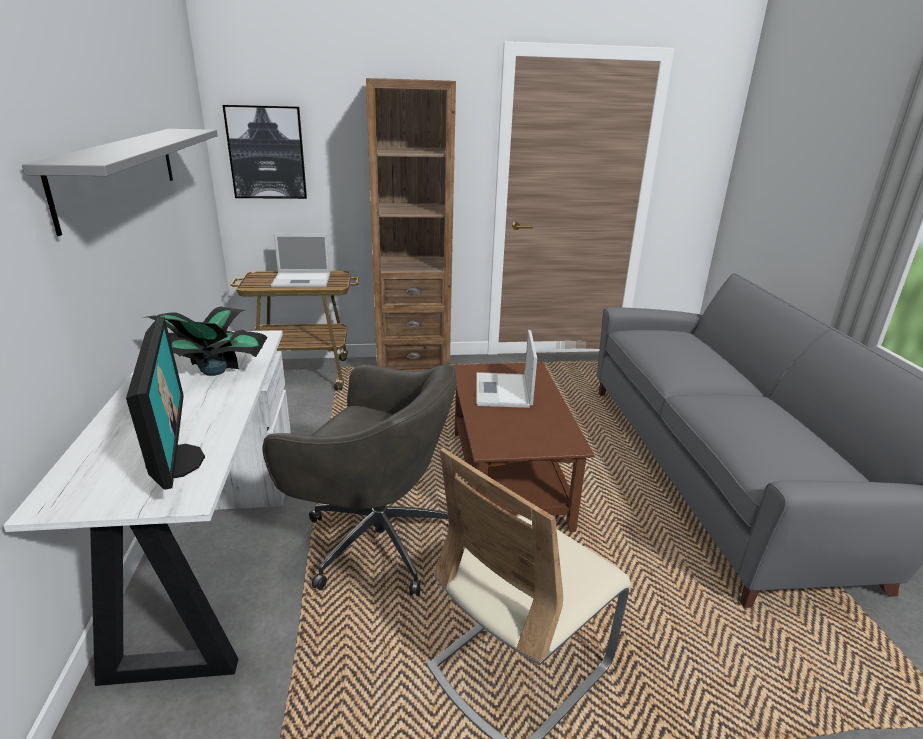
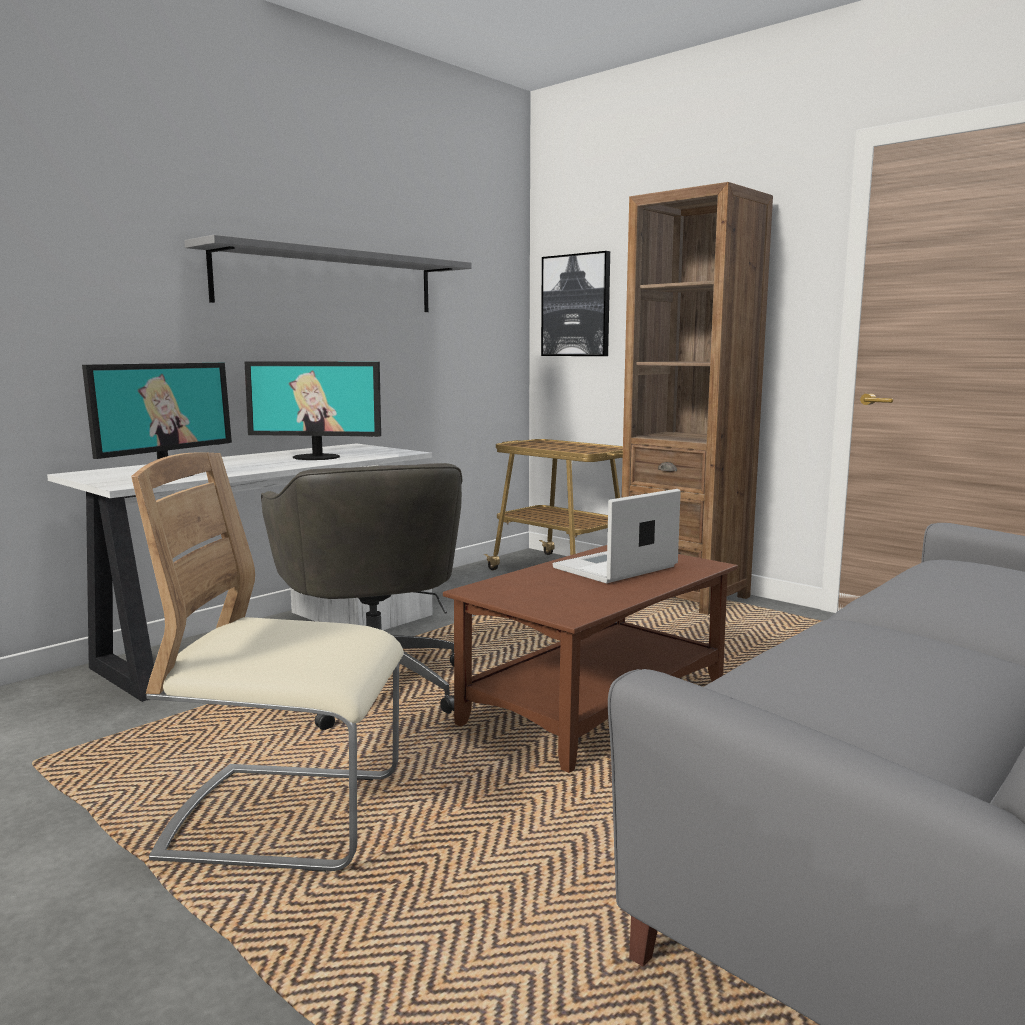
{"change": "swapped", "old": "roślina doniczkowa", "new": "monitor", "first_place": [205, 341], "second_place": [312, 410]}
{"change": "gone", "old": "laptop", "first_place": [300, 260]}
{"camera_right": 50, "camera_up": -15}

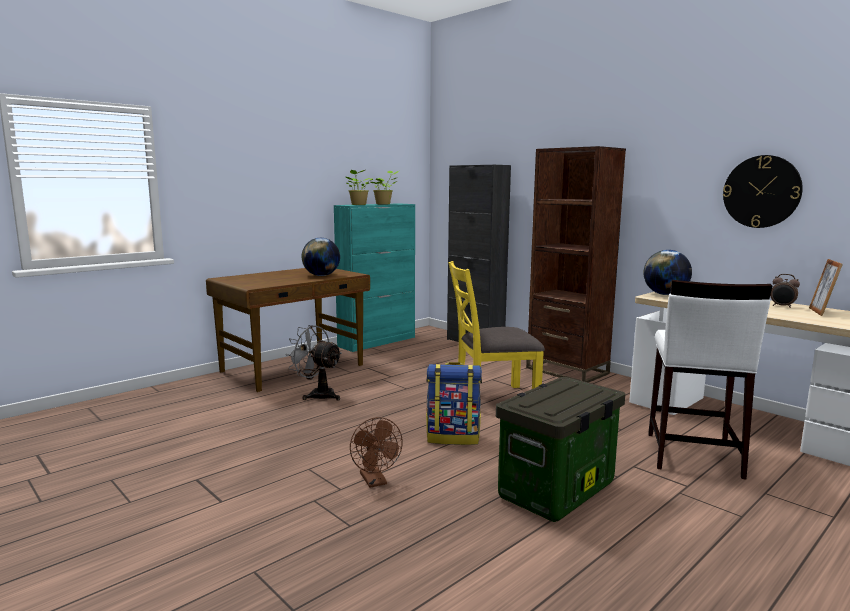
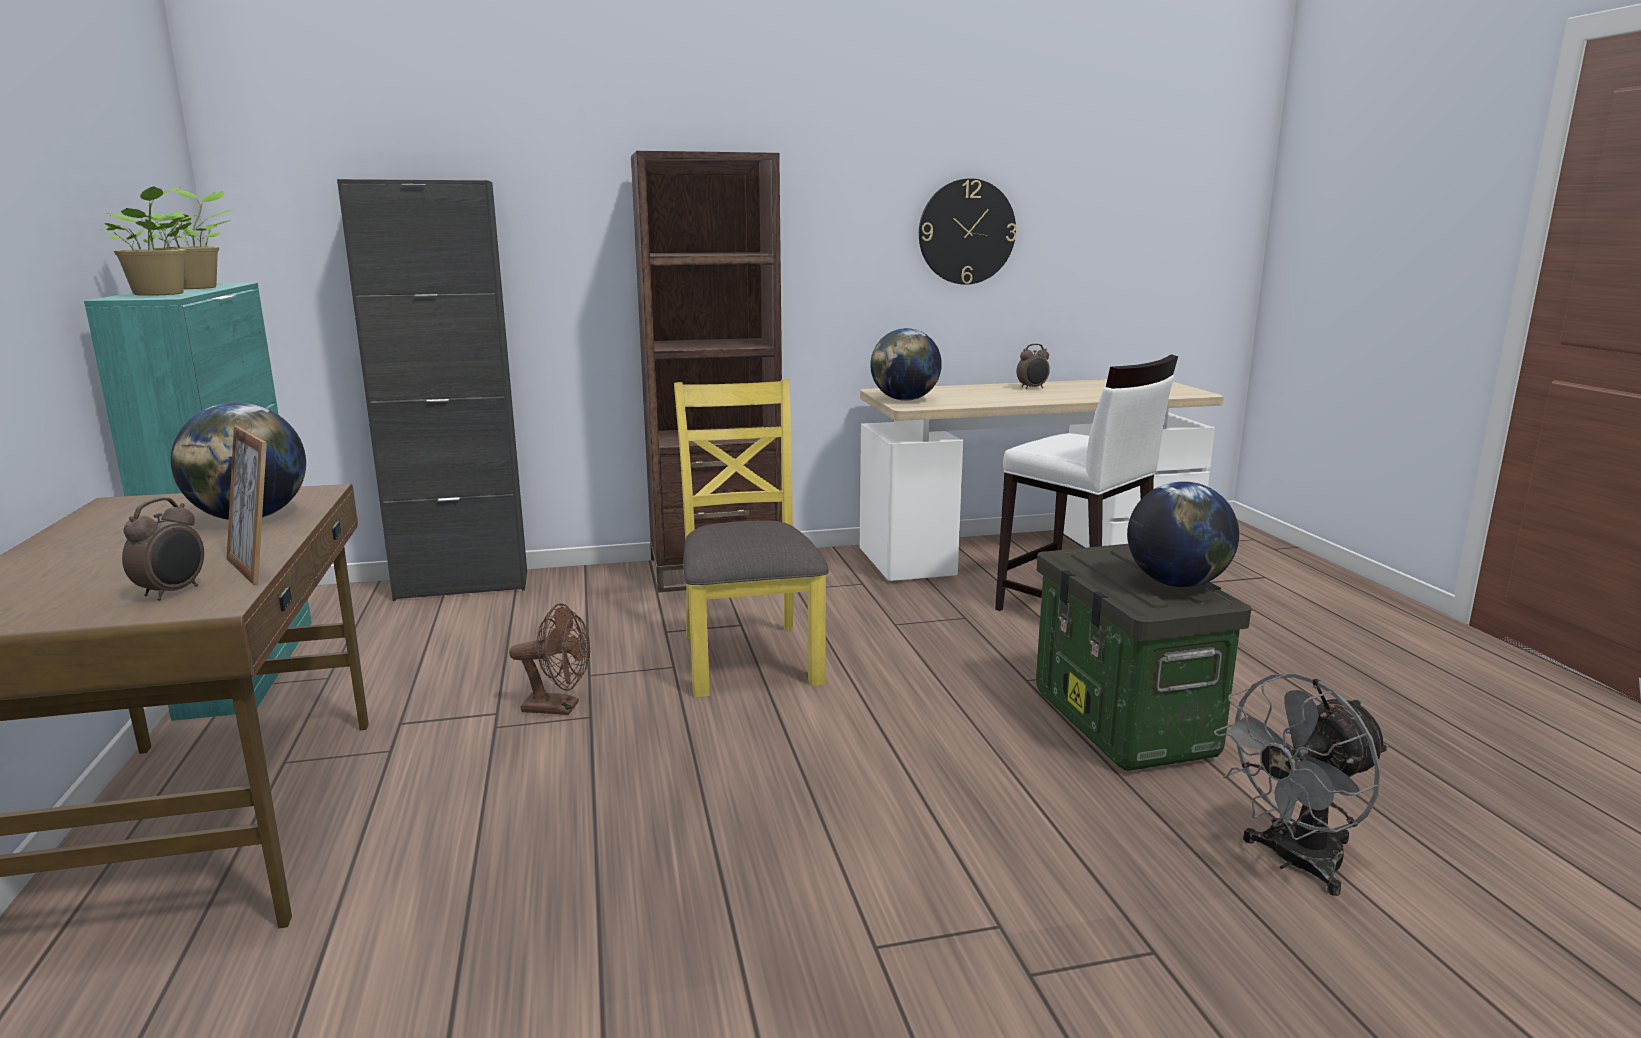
{"change": "shifted", "old": "wentylator (szary)", "first_place": [313, 363], "second_place": [1301, 784]}
{"change": "shifted", "old": "wentylator (brązowy)", "first_place": [376, 452], "second_place": [549, 659]}
{"change": "gone", "old": "plecak", "first_place": [454, 403]}
{"change": "rotated", "old": "krzesło (żółty)", "first_place": [496, 325], "second_place": [751, 538], "degrees": 150}
{"change": "shifted", "old": "ramka na zdjęcie", "first_place": [826, 287], "second_place": [247, 505]}
{"change": "new", "new": "budzik", "second_place": [163, 549]}
{"change": "new", "new": "globus", "second_place": [1183, 534]}
{"camera_right": -60, "camera_up": 5}

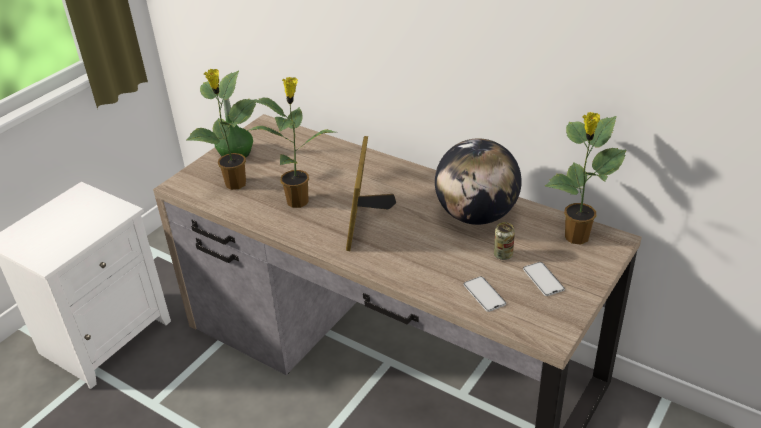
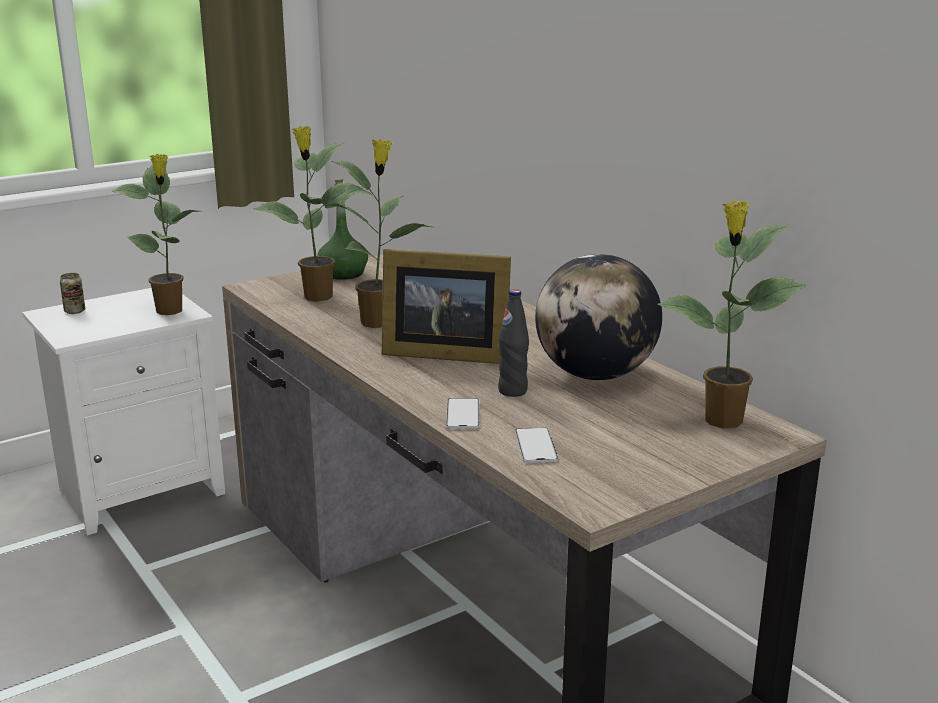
{"change": "rotated", "old": "ramka na zdjęcie", "first_place": [371, 193], "second_place": [446, 306], "degrees": -105}
{"change": "shifted", "old": "puszka", "first_place": [504, 241], "second_place": [72, 293]}
{"change": "shifted", "old": "telefon", "first_place": [544, 279], "second_place": [463, 413]}
{"change": "new", "new": "roślina doniczkowa", "second_place": [155, 234]}
{"change": "new", "new": "butelka (czarny)", "second_place": [513, 343]}
{"camera_right": 20, "camera_up": -15}

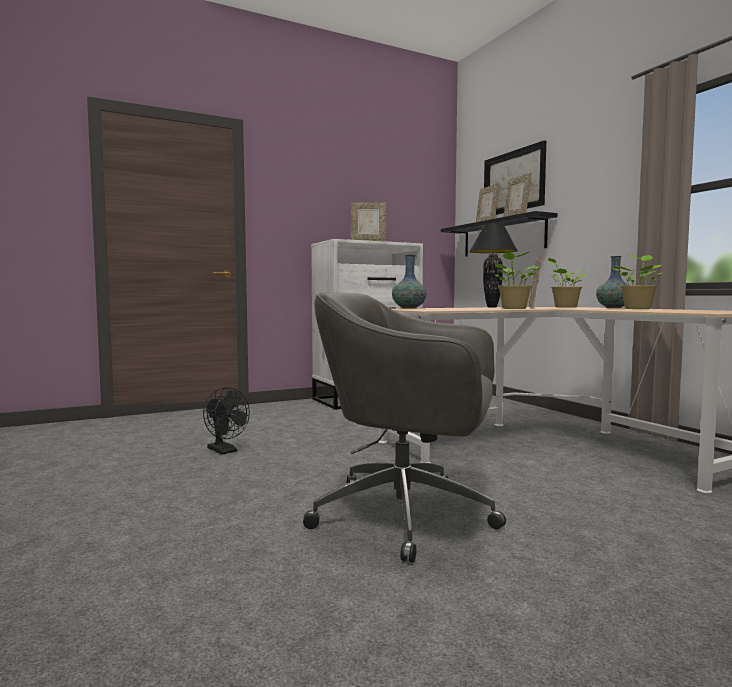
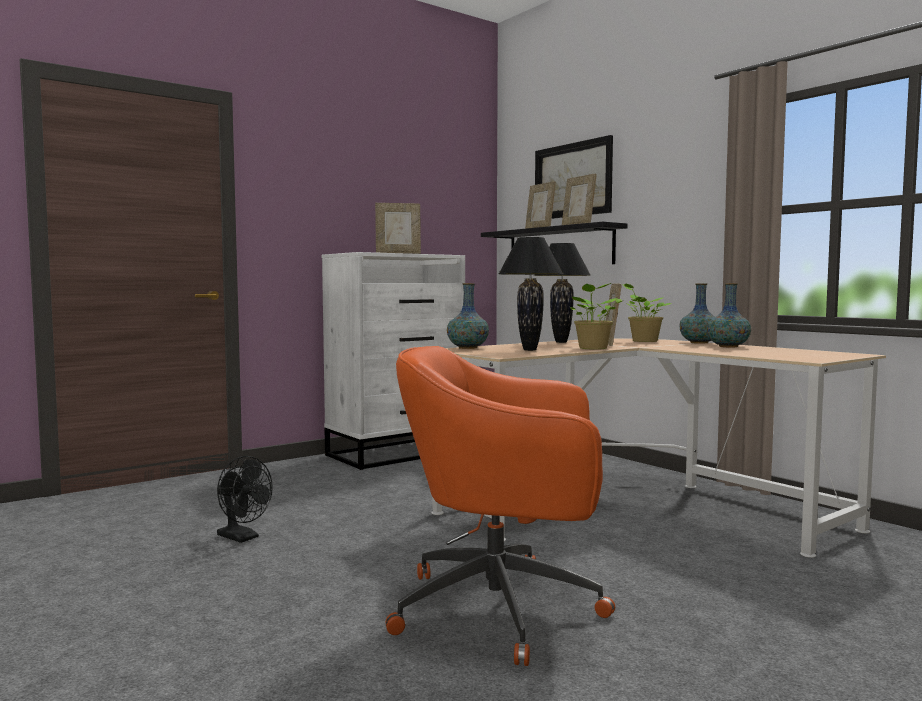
{"change": "repainted", "old": "krzesło biurowe (szary)", "new": "krzesło biurowe (pomarańczowy)", "first_place": [404, 427], "second_place": [500, 506]}
{"change": "swapped", "old": "roślina doniczkowa", "new": "wazon", "first_place": [637, 281], "second_place": [729, 315]}
{"change": "new", "new": "lampa stołowa (czarny)", "second_place": [530, 294]}
{"camera_right": -10, "camera_up": 0}

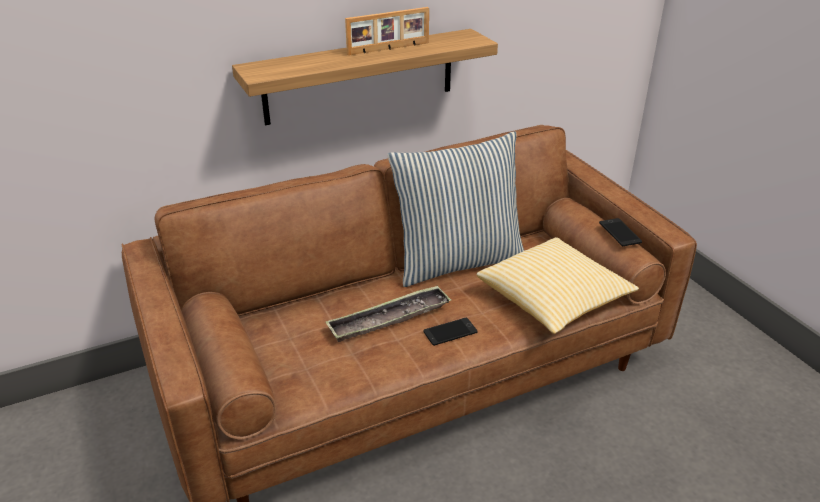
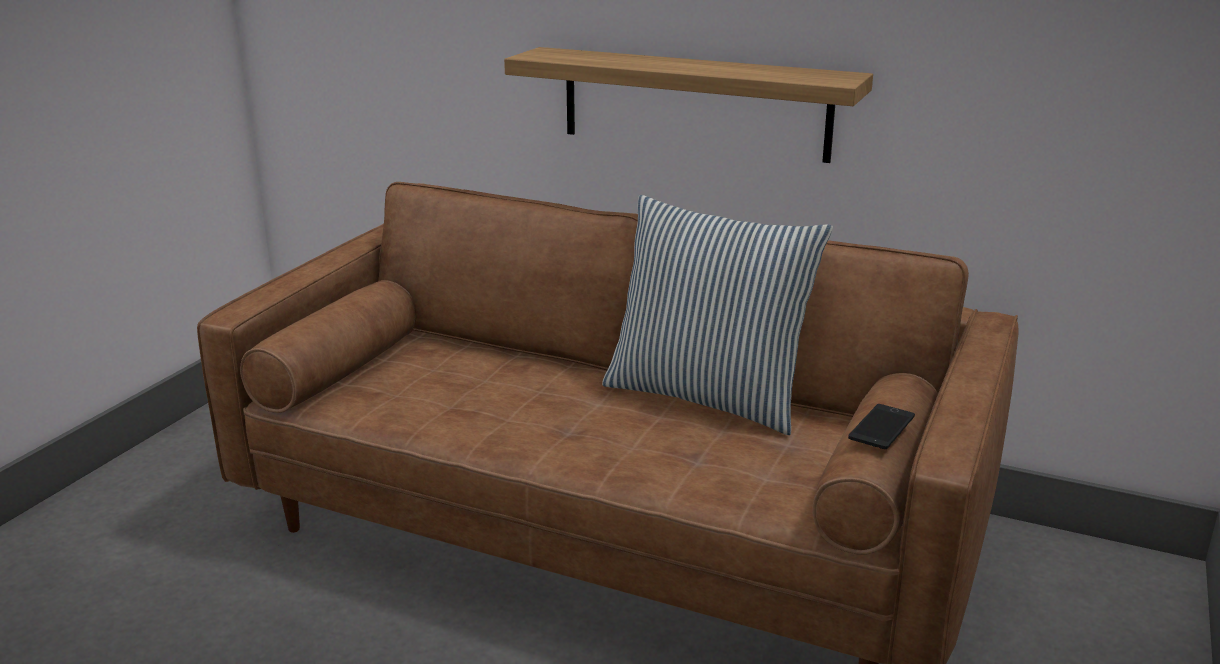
{"change": "gone", "old": "taca", "first_place": [389, 313]}
{"change": "gone", "old": "ramka na zdjęcie", "first_place": [387, 31]}
{"change": "gone", "old": "telefon", "first_place": [451, 331]}
{"change": "gone", "old": "poduszka", "first_place": [558, 285]}
{"camera_right": 50, "camera_up": -10}

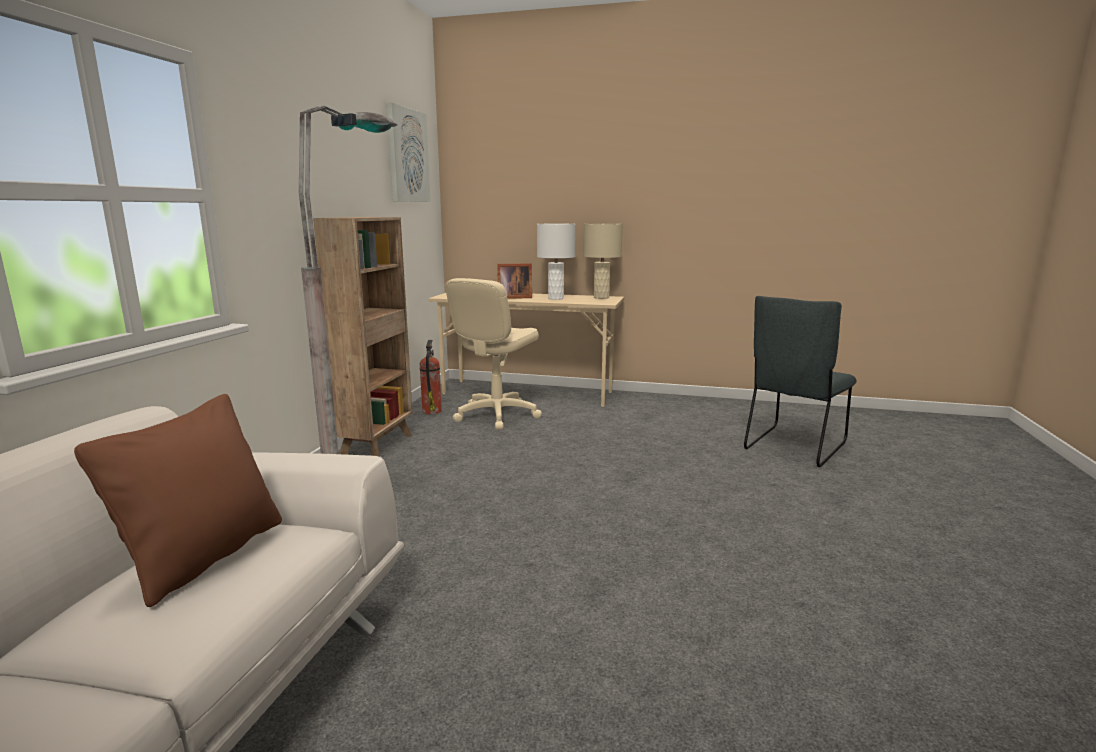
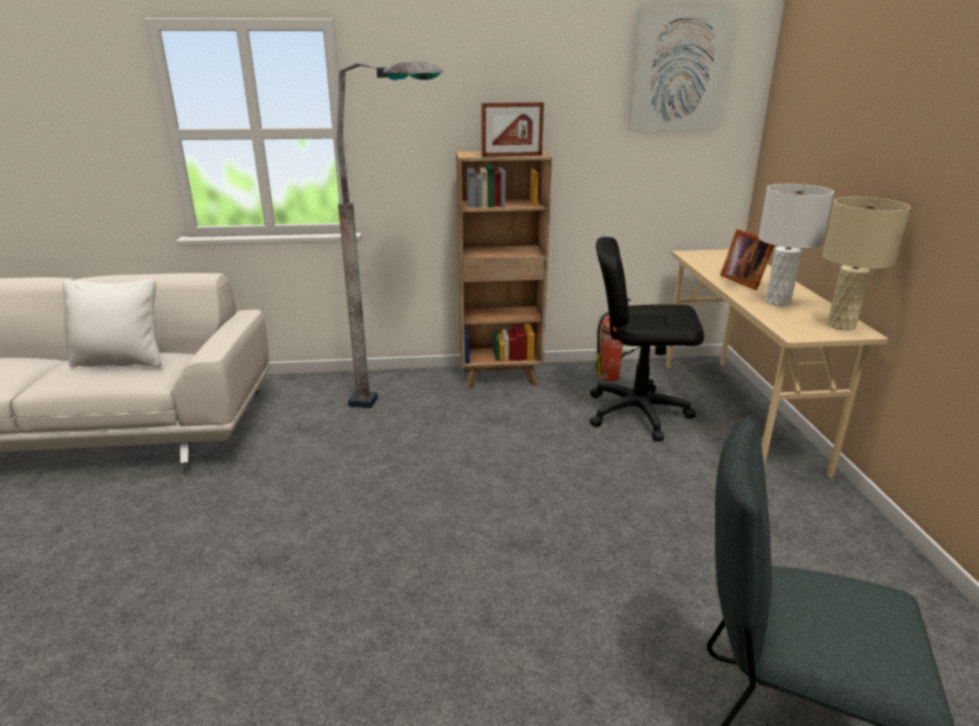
{"change": "repainted", "old": "poduszka (brązowy)", "new": "poduszka (biały)", "first_place": [178, 500], "second_place": [112, 323]}
{"change": "repainted", "old": "krzesło biurowe (beżowy)", "new": "krzesło biurowe (czarny)", "first_place": [493, 354], "second_place": [647, 339]}
{"change": "new", "new": "ramka na zdjęcie", "second_place": [512, 129]}
{"camera_right": 70, "camera_up": 10}

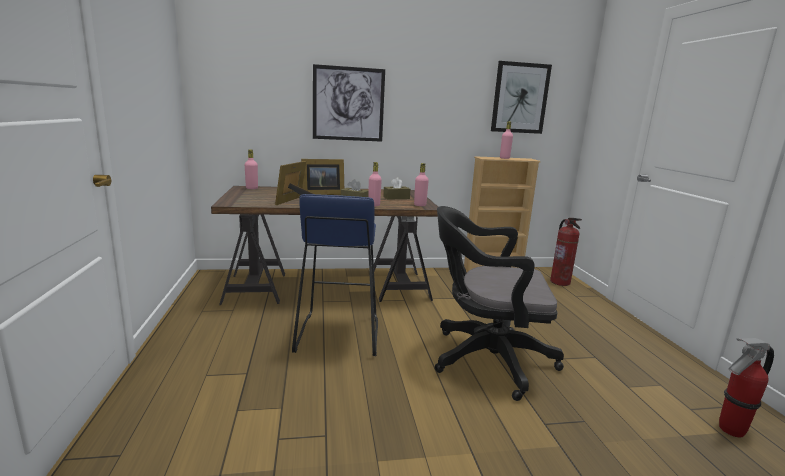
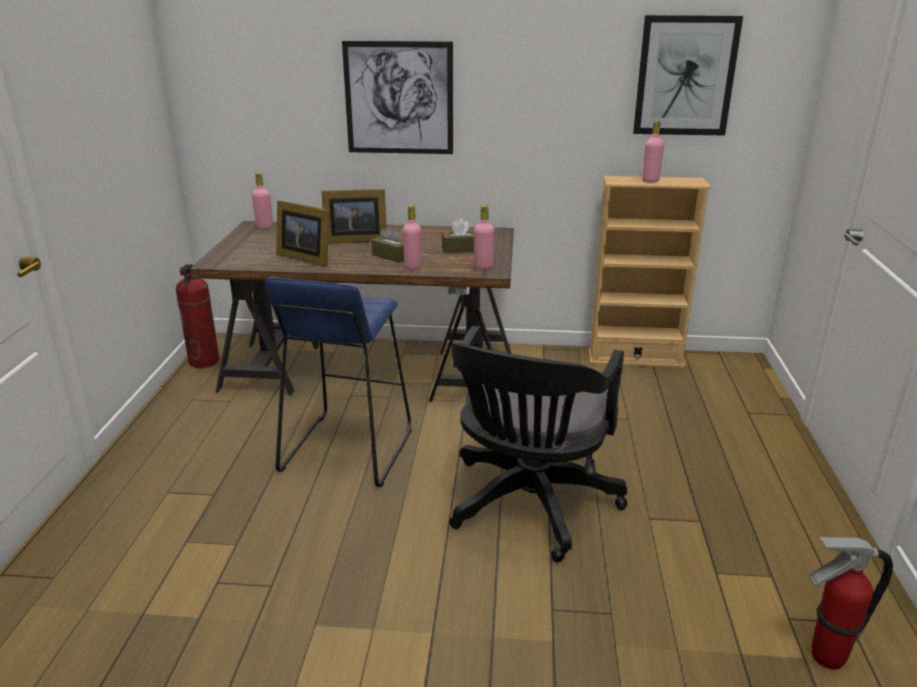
{"change": "rotated", "old": "ramka na zdjęcie", "first_place": [294, 183], "second_place": [303, 233], "degrees": -90}
{"change": "rotated", "old": "krzesło biurowe (czarny)", "first_place": [499, 303], "second_place": [538, 444], "degrees": -90}
{"change": "shifted", "old": "gaśnica", "first_place": [566, 252], "second_place": [197, 316]}
{"camera_right": 15, "camera_up": 10}

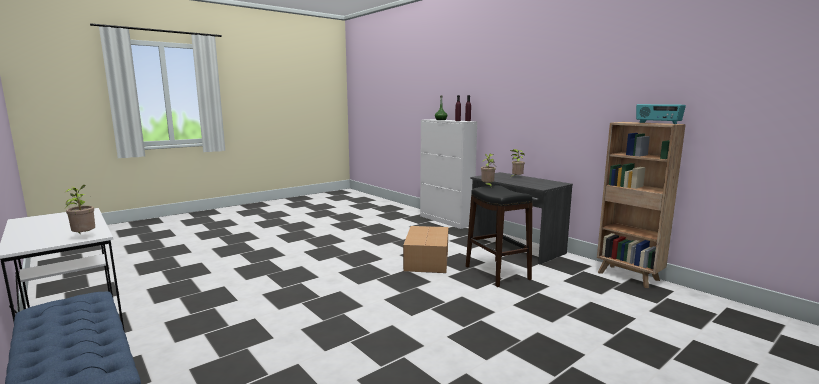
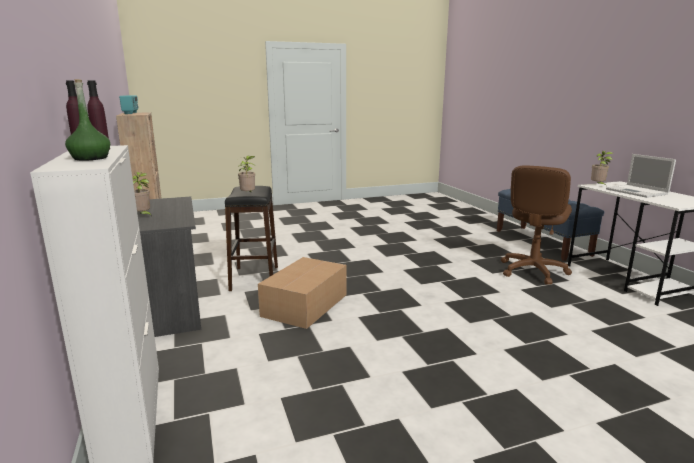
{"change": "new", "new": "krzesło biurowe (brązowy)", "second_place": [536, 225]}
{"change": "new", "new": "laptop", "second_place": [641, 176]}
{"camera_right": -160, "camera_up": 5}

